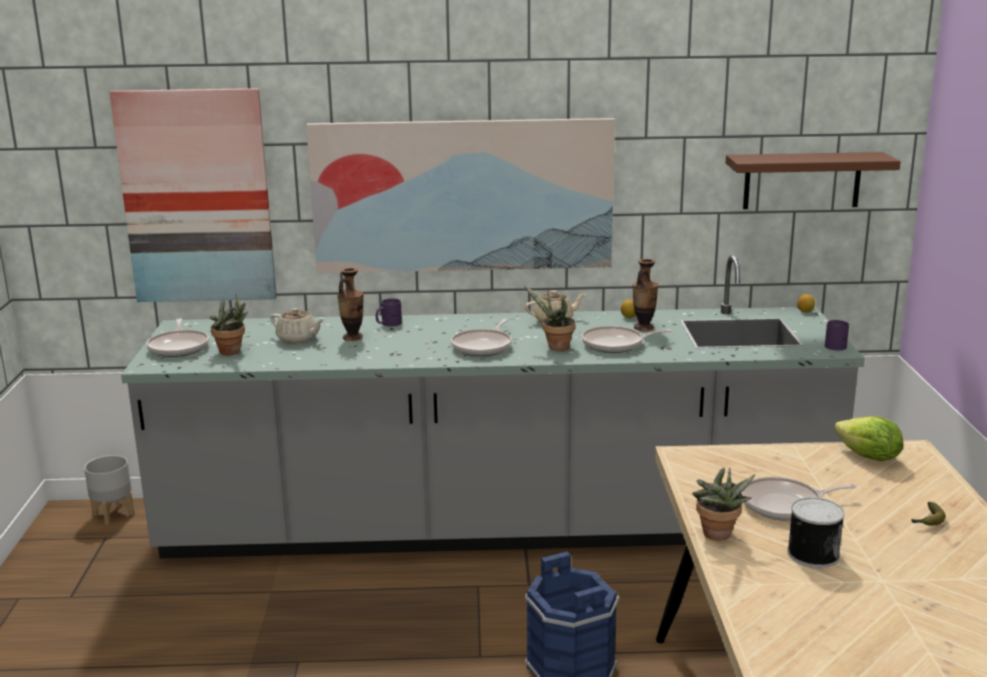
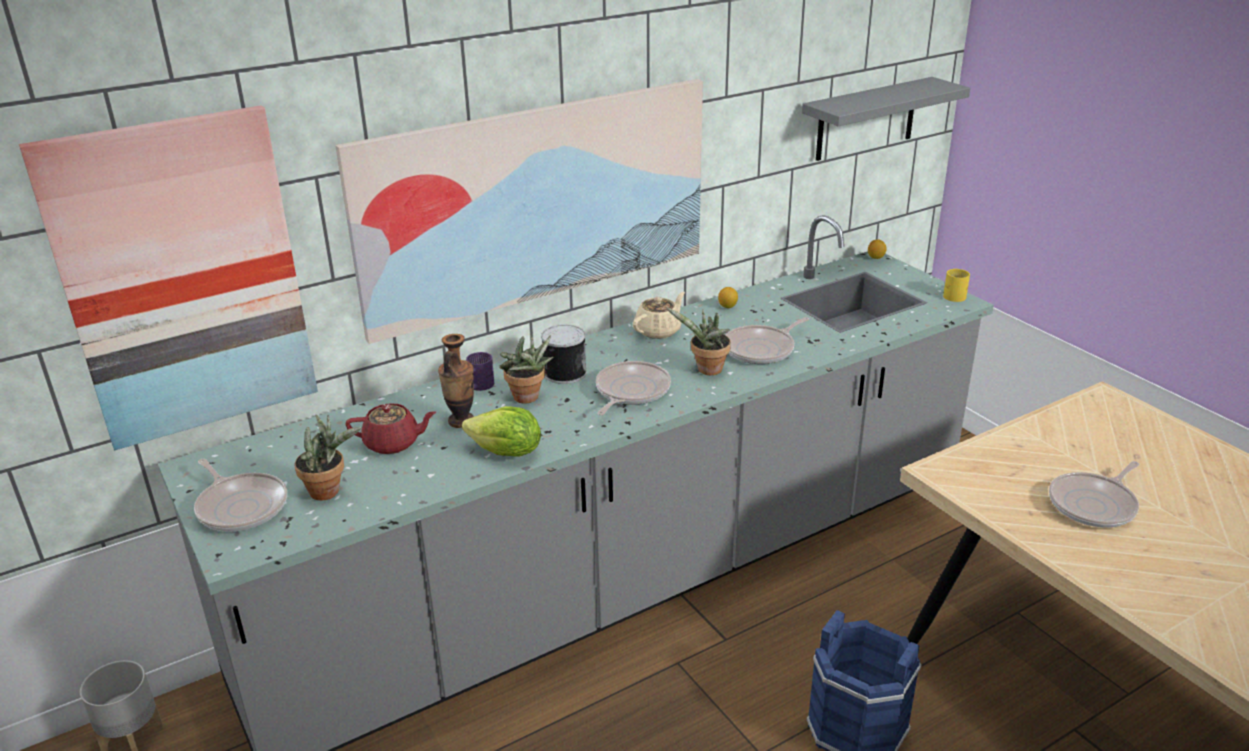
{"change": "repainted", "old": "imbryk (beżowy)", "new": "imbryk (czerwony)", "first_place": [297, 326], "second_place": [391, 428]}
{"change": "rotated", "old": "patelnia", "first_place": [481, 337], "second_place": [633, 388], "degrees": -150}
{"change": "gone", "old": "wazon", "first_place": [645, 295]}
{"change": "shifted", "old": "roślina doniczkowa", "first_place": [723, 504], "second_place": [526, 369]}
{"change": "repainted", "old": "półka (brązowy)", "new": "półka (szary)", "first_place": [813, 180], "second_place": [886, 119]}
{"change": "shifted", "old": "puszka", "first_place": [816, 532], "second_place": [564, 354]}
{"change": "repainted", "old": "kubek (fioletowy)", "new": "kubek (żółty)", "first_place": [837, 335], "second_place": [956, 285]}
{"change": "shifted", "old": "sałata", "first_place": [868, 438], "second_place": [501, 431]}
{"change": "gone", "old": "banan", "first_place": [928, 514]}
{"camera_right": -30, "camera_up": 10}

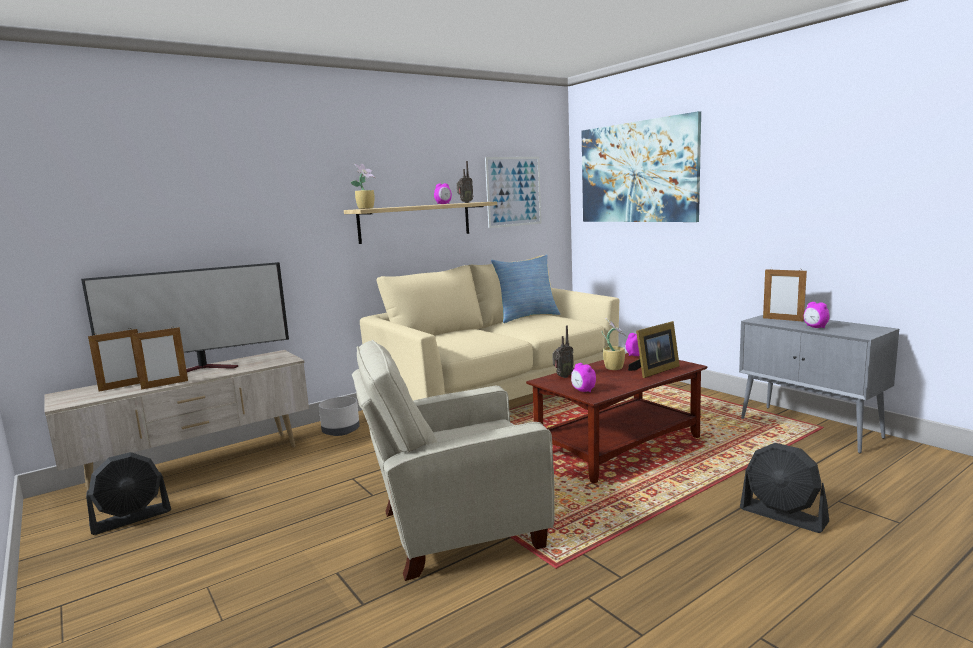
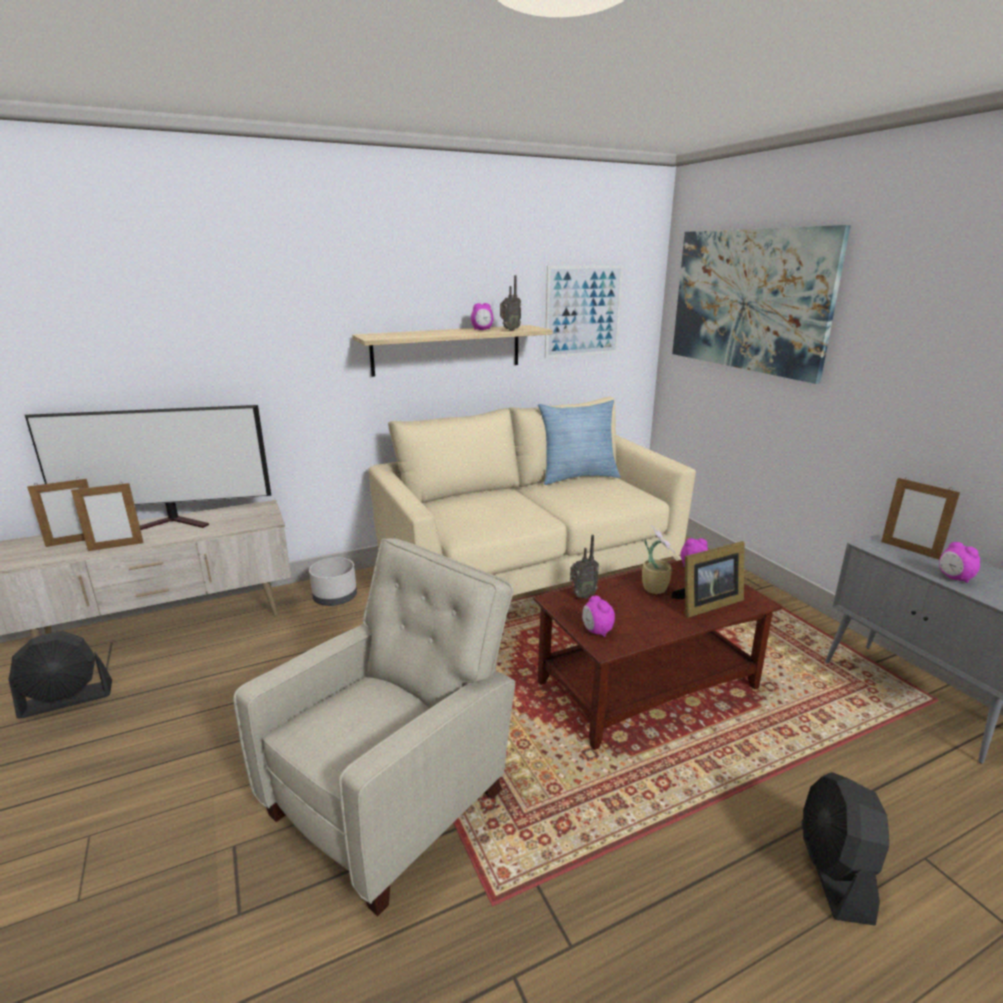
{"change": "gone", "old": "roślina doniczkowa", "first_place": [362, 186]}
{"change": "rotated", "old": "fotel (beżowy)", "first_place": [453, 460], "second_place": [374, 727], "degrees": 135}
{"change": "rotated", "old": "wentylator (czarny)", "first_place": [784, 488], "second_place": [845, 849], "degrees": 45}
{"camera_right": 10, "camera_up": 10}

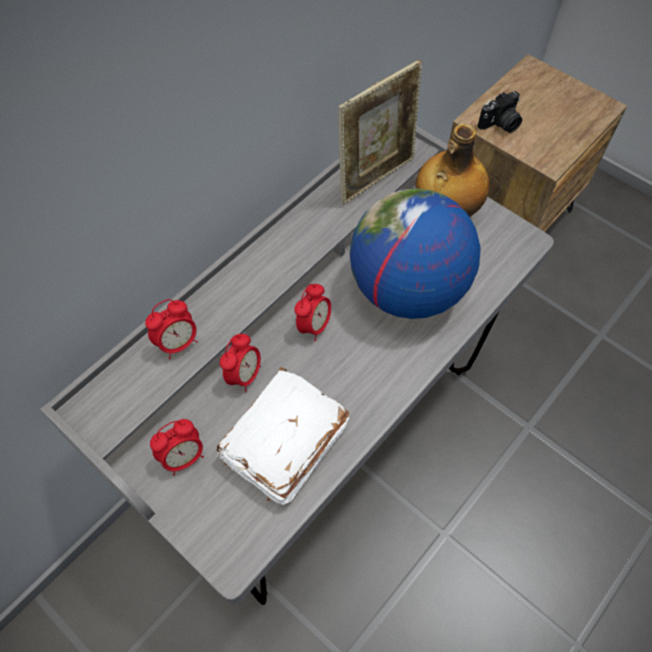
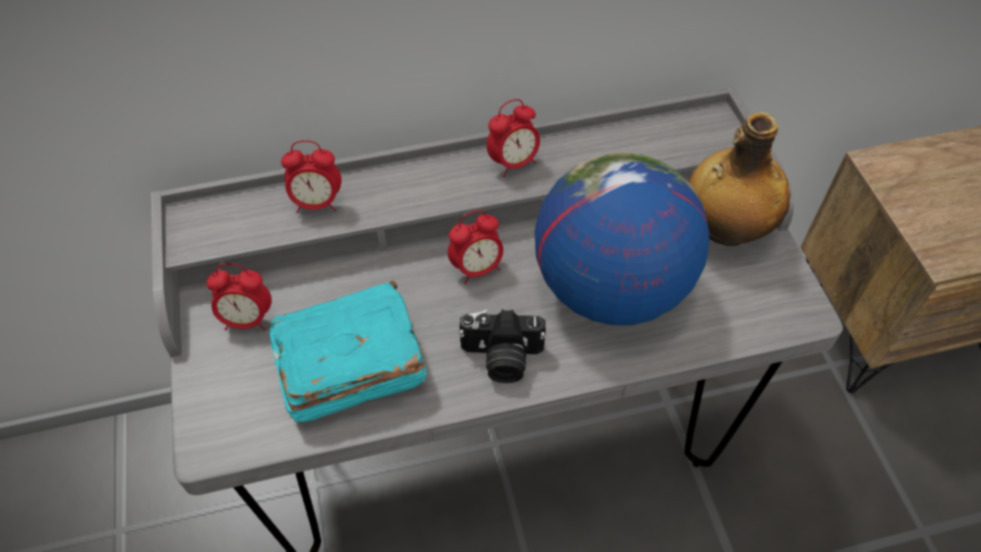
{"change": "repainted", "old": "książka (biały)", "new": "książka (turkusowy)", "first_place": [283, 436], "second_place": [347, 351]}
{"change": "shifted", "old": "budzik", "first_place": [240, 363], "second_place": [513, 138]}
{"change": "gone", "old": "ramka na zdjęcie", "first_place": [380, 132]}
{"change": "shifted", "old": "aparat fotograficzny", "first_place": [499, 112], "second_place": [502, 346]}
{"camera_right": 35, "camera_up": -5}

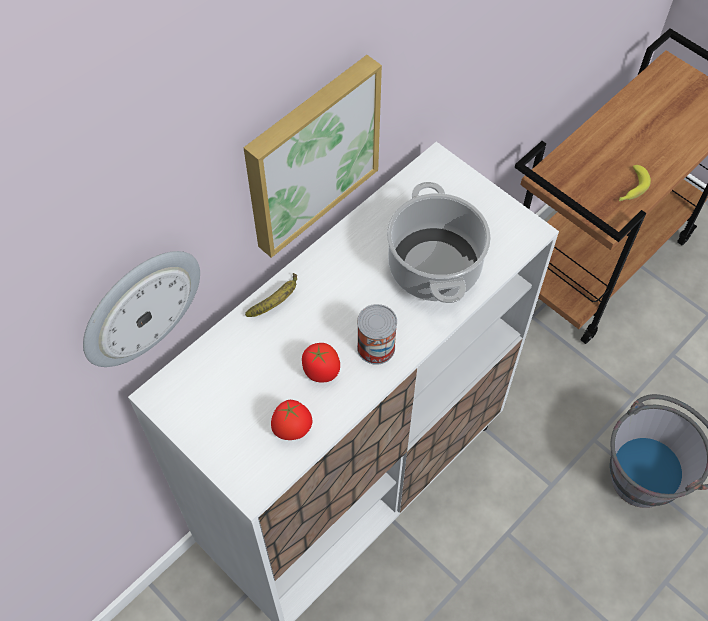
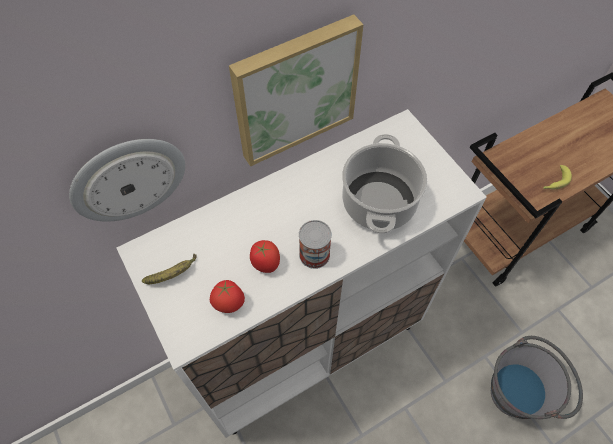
{"change": "shifted", "old": "banan", "first_place": [271, 295], "second_place": [169, 269]}
{"camera_right": 15, "camera_up": 0}

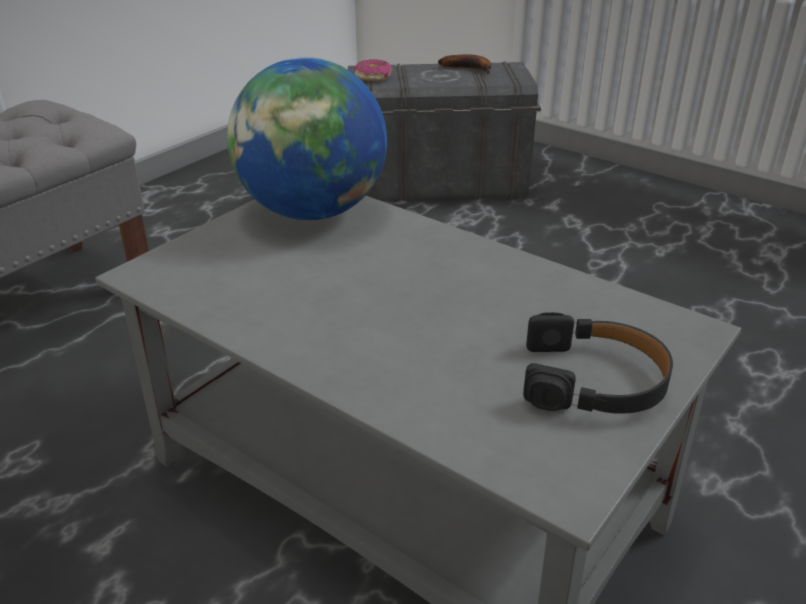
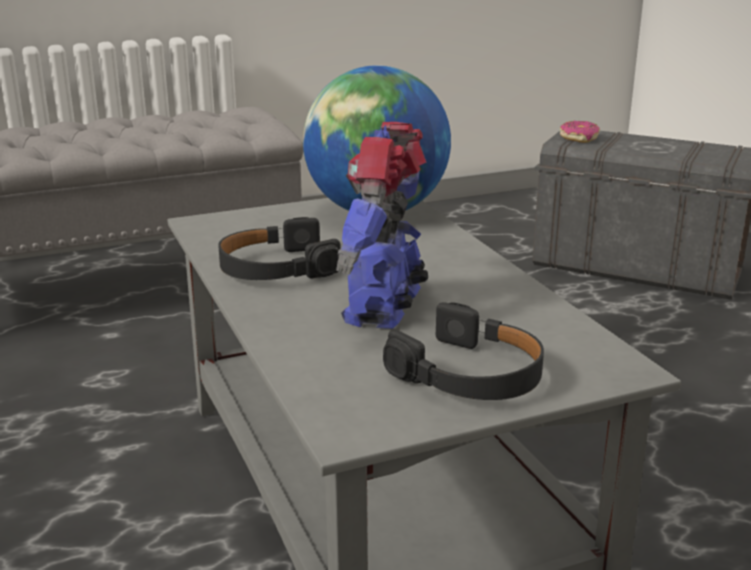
{"change": "gone", "old": "banan", "first_place": [464, 64]}
{"change": "new", "new": "słuchawki (czarny)", "second_place": [279, 248]}
{"change": "new", "new": "robot zabawkowy", "second_place": [382, 225]}
{"camera_right": 30, "camera_up": -10}

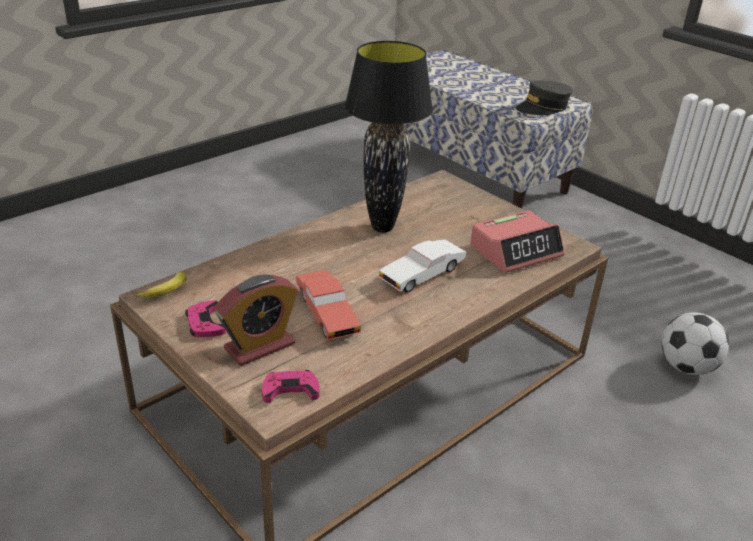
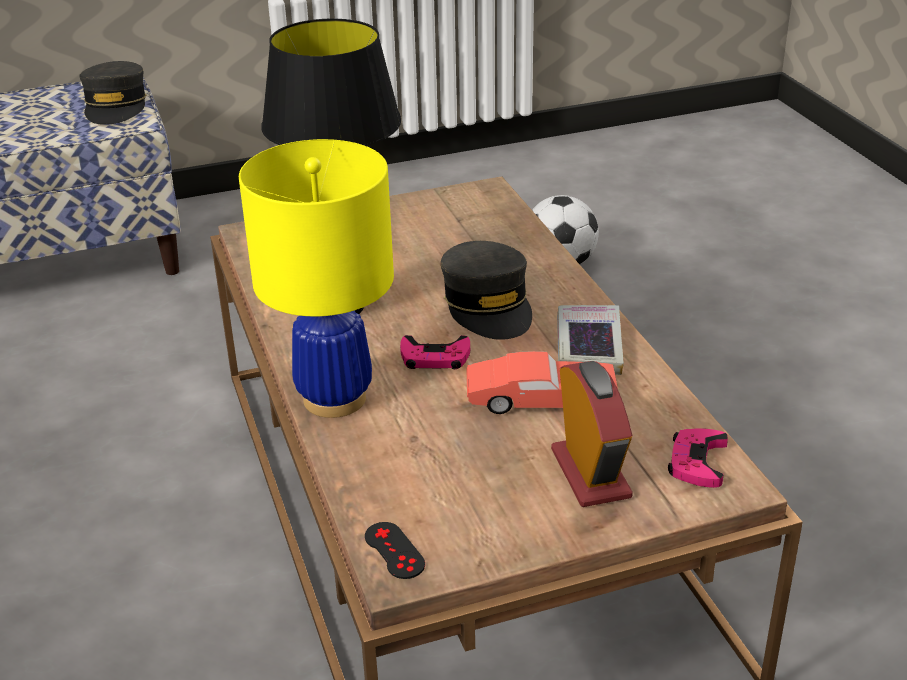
{"change": "swapped", "old": "banan", "new": "pad do gier (czarny)", "first_place": [160, 285], "second_place": [395, 550]}
{"change": "shifted", "old": "pad do gier (różowy)", "first_place": [205, 319], "second_place": [435, 352]}
{"change": "swapped", "old": "samochodzik (biały)", "new": "czapka z daszkiem (szary)", "first_place": [423, 266], "second_place": [486, 290]}
{"change": "gone", "old": "budzik", "first_place": [517, 241]}
{"change": "new", "new": "lampa stołowa (żółty)", "second_place": [316, 278]}
{"change": "new", "new": "książka", "second_place": [590, 340]}
{"camera_right": -65, "camera_up": 0}

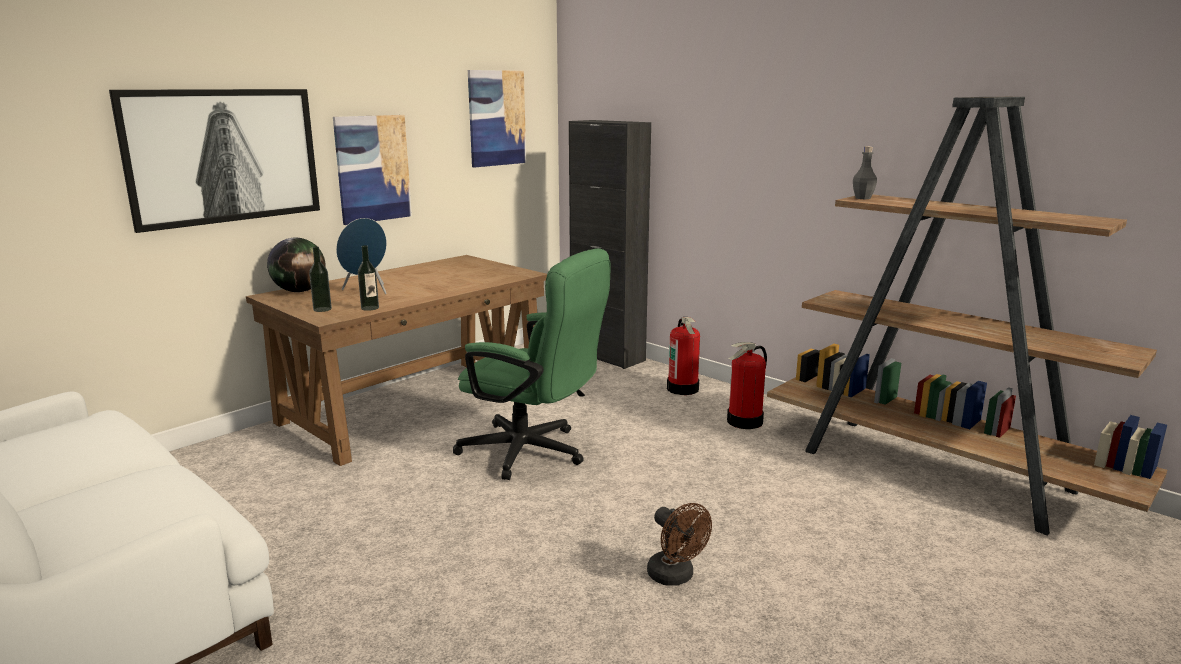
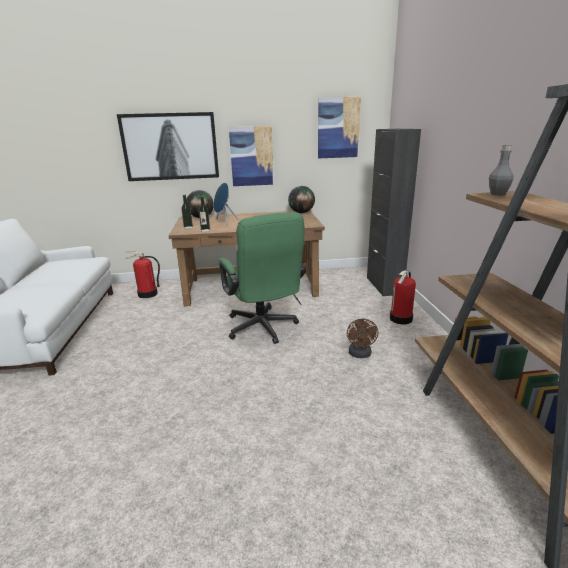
{"change": "shifted", "old": "wentylator (brązowy)", "first_place": [679, 544], "second_place": [362, 338]}
{"change": "shifted", "old": "gaśnica", "first_place": [747, 385], "second_place": [142, 274]}
{"change": "new", "new": "globus", "second_place": [301, 199]}
{"camera_right": 40, "camera_up": 5}

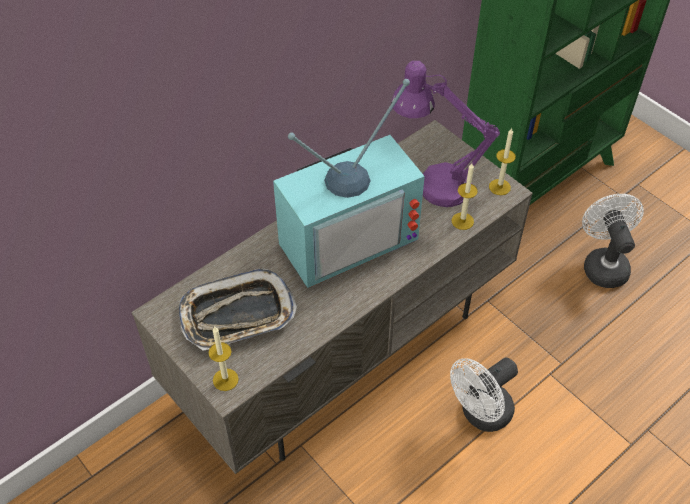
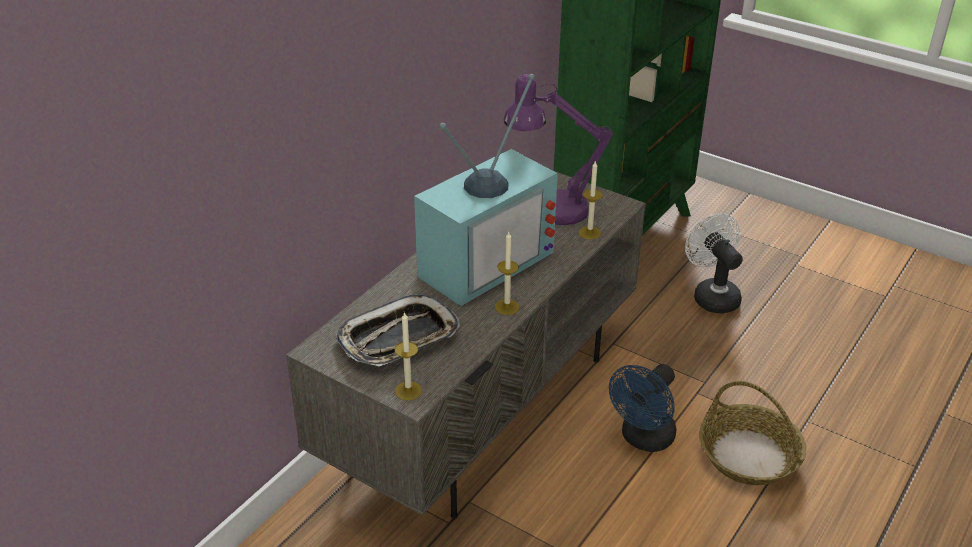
{"change": "repainted", "old": "wentylator (biały)", "new": "wentylator (niebieski)", "first_place": [484, 395], "second_place": [643, 408]}
{"change": "shifted", "old": "świeca", "first_place": [502, 161], "second_place": [507, 273]}
{"change": "new", "new": "koszyk", "second_place": [752, 433]}
{"camera_right": -15, "camera_up": -15}

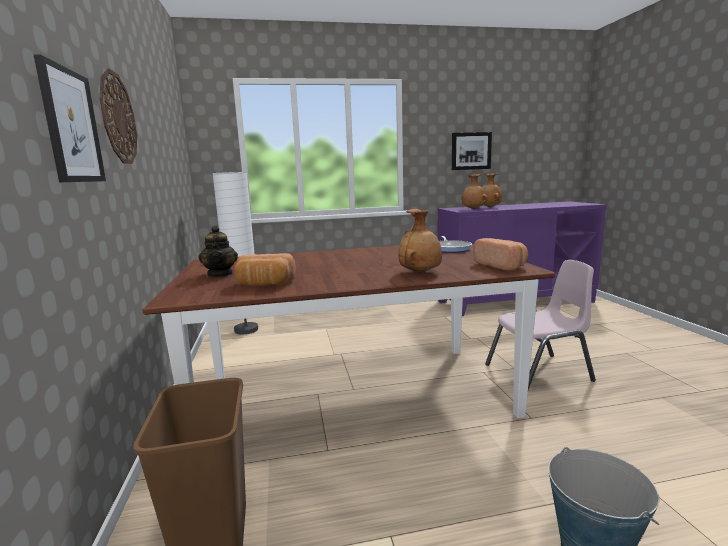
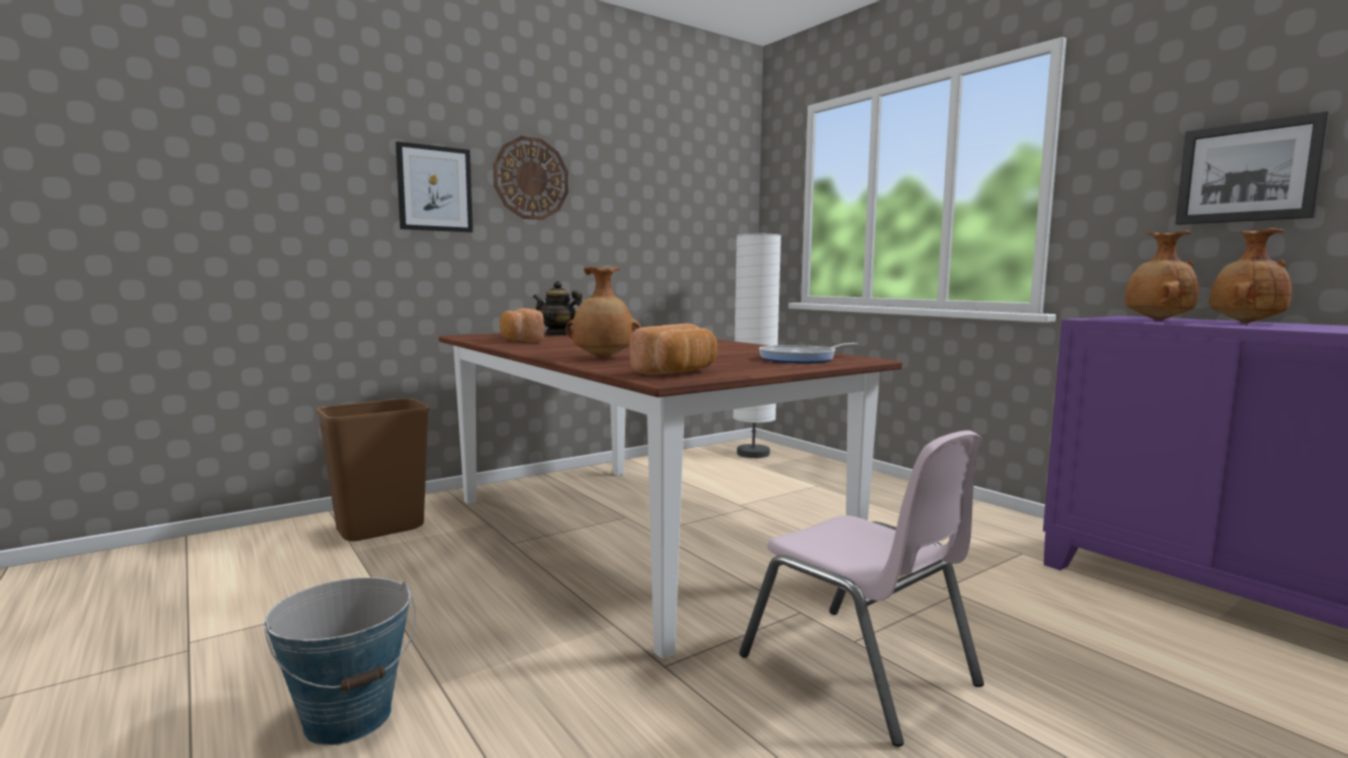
{"change": "rotated", "old": "imbryk", "first_place": [218, 251], "second_place": [557, 308], "degrees": 60}
{"camera_right": 65, "camera_up": -5}

